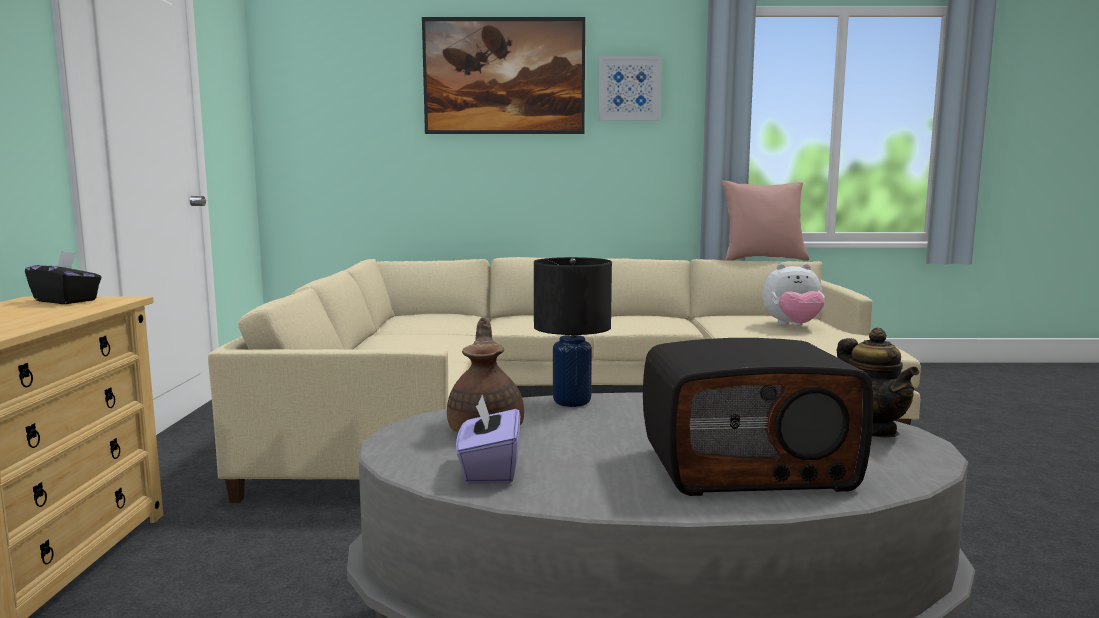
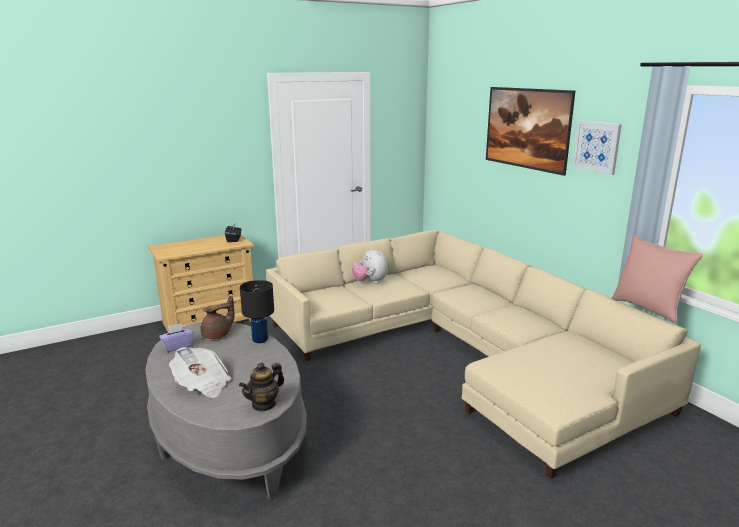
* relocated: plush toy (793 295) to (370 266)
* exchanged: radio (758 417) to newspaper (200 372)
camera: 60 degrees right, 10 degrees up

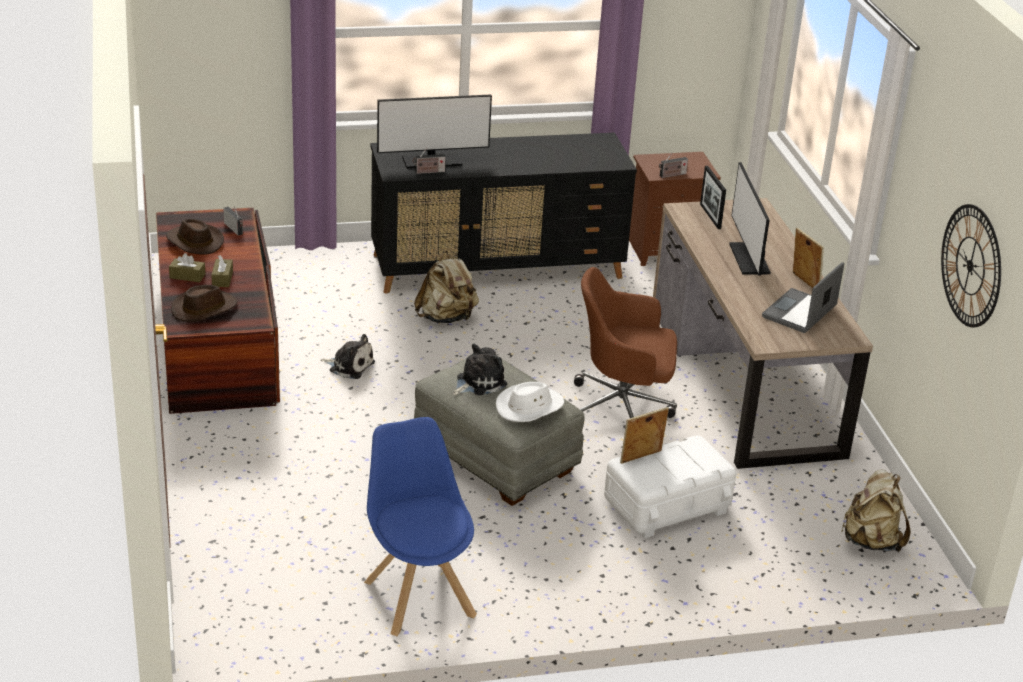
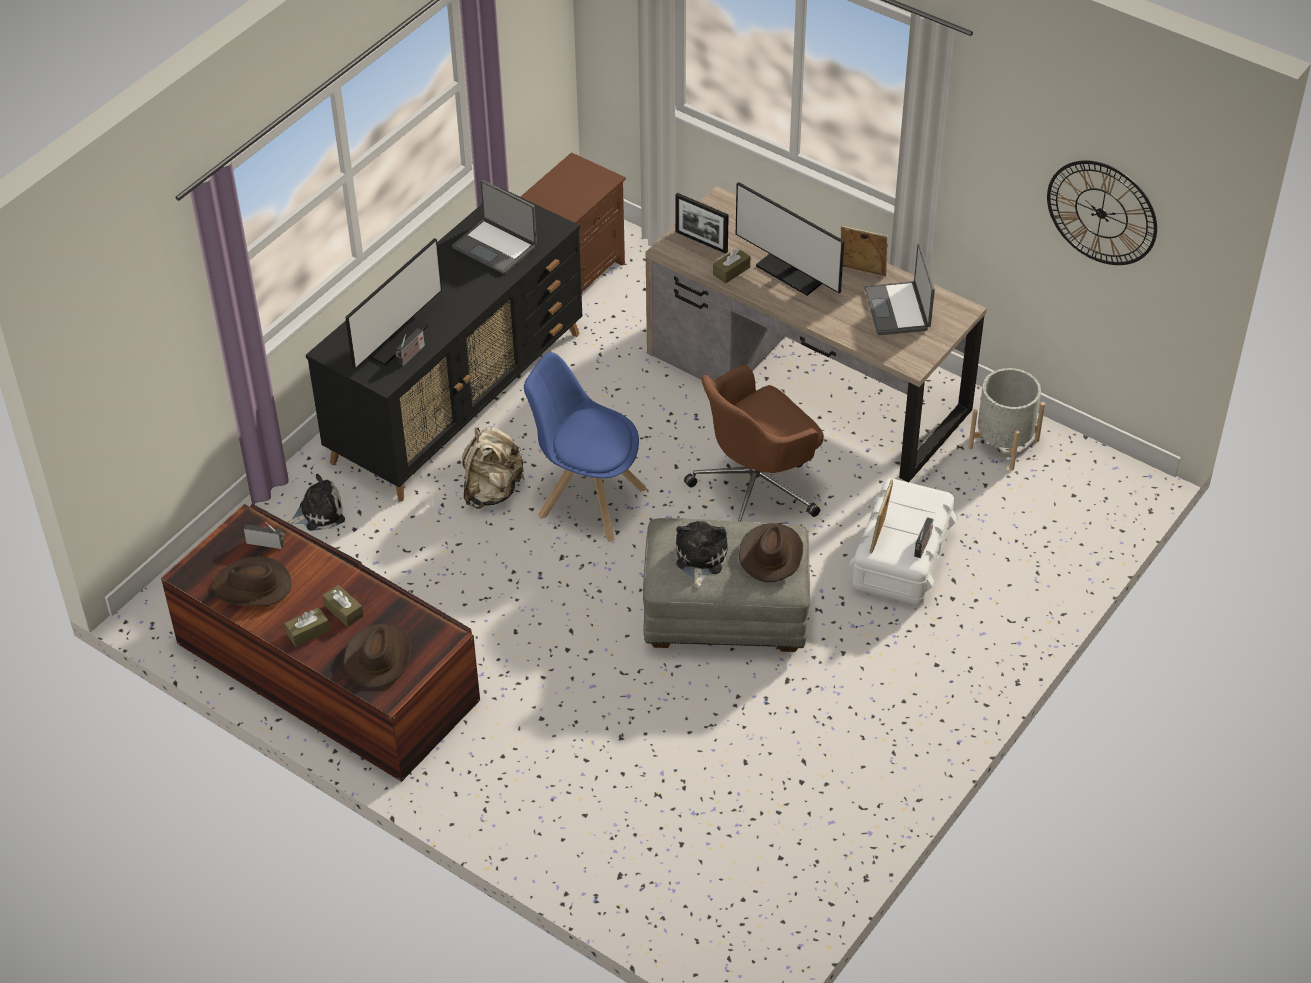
* missing: beige backpack (876 510)
* appeared: laptop (494 227)
* appeared: brown tissue box (731 266)
* appeared: grey planter (1006 419)
* relocated: plush toy (347 356) to (316 502)
* relocated: blue chair (420 526) to (585 447)
* relocated: radio (673 165) to (923 537)
* colour: white hat (530 402) to brown hat (771 552)
camera: 40 degrees left, 15 degrees up

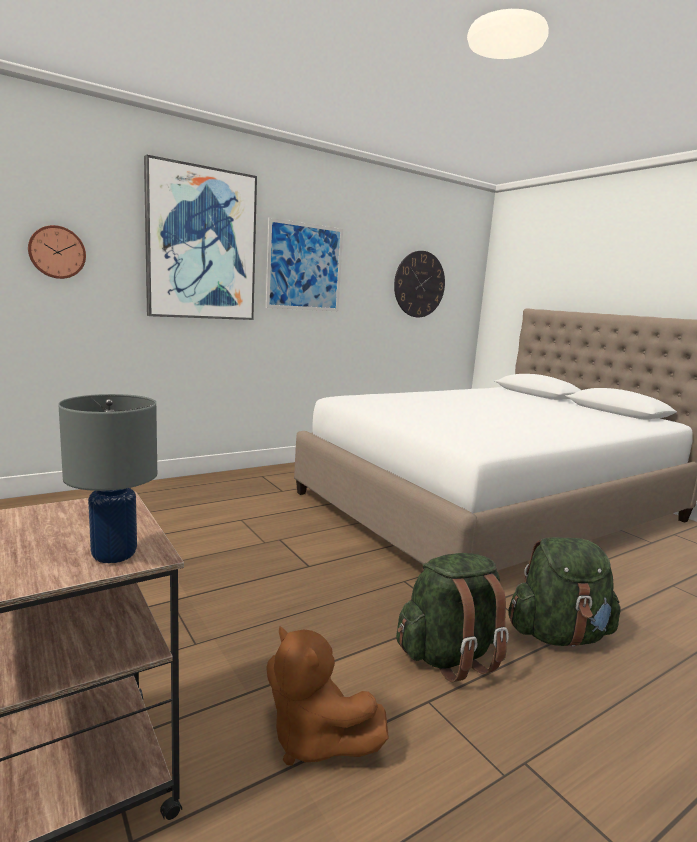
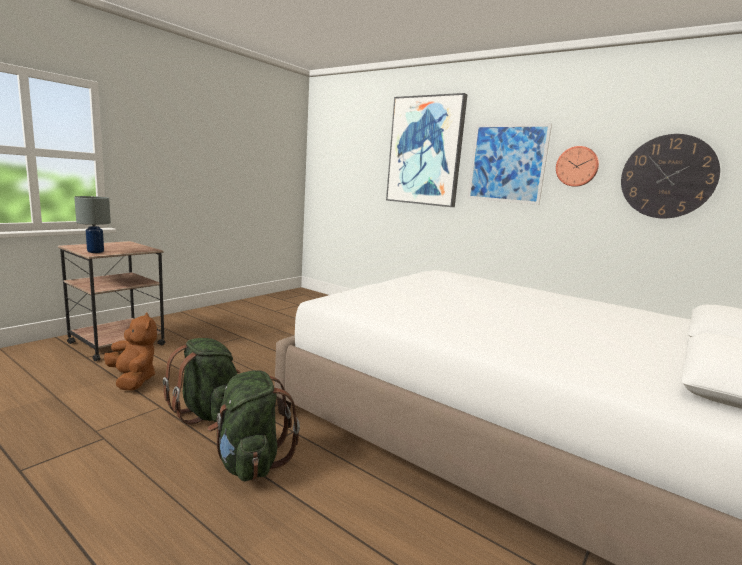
* relocated: wall clock (57 252) to (577 166)
* spun: brown plush toy (327 695) = (130 351) 120 degrees clockwise
camera: 70 degrees right, 0 degrees up

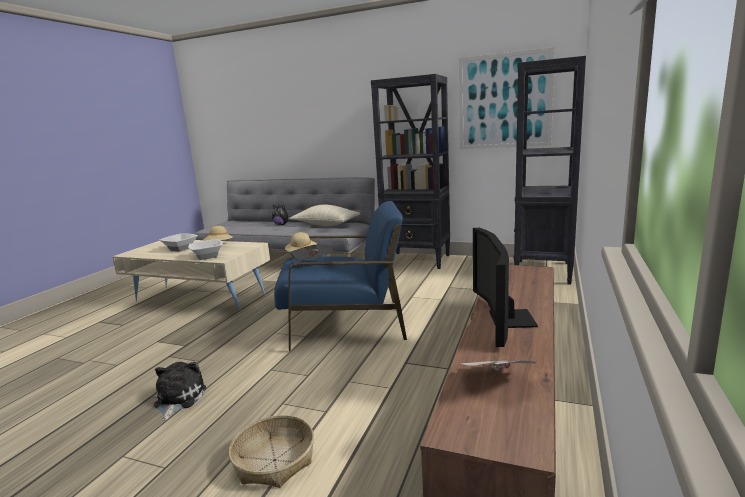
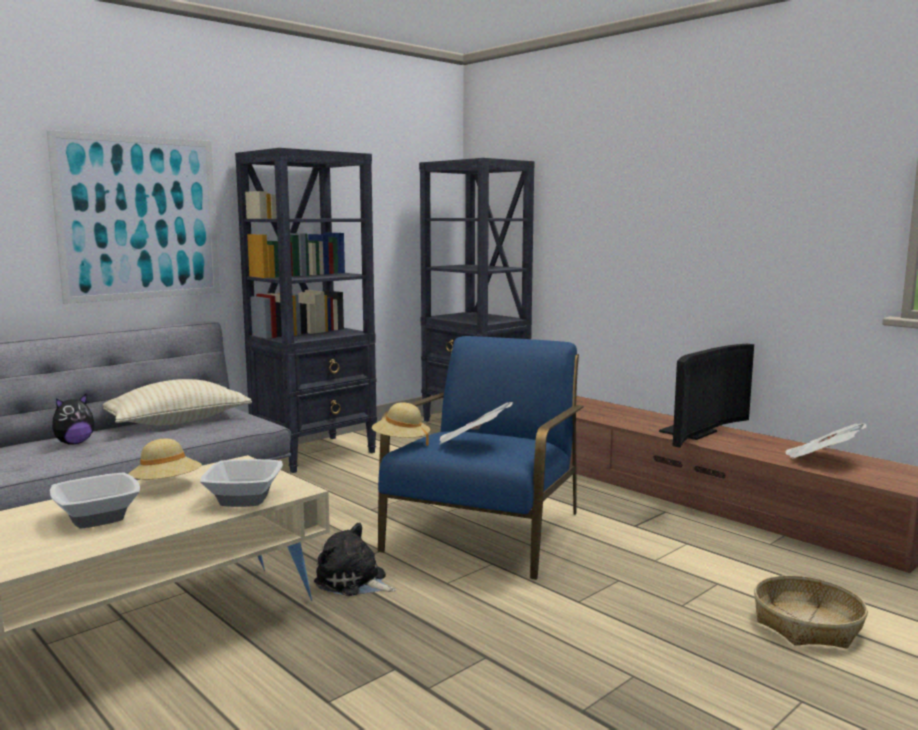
* relocated: plush toy (180 391) to (355 559)
* relocated: picture (507 98) to (133 217)
* spun: television (505 287) = (706 396) 75 degrees counterclockwise
camera: 65 degrees left, 5 degrees down

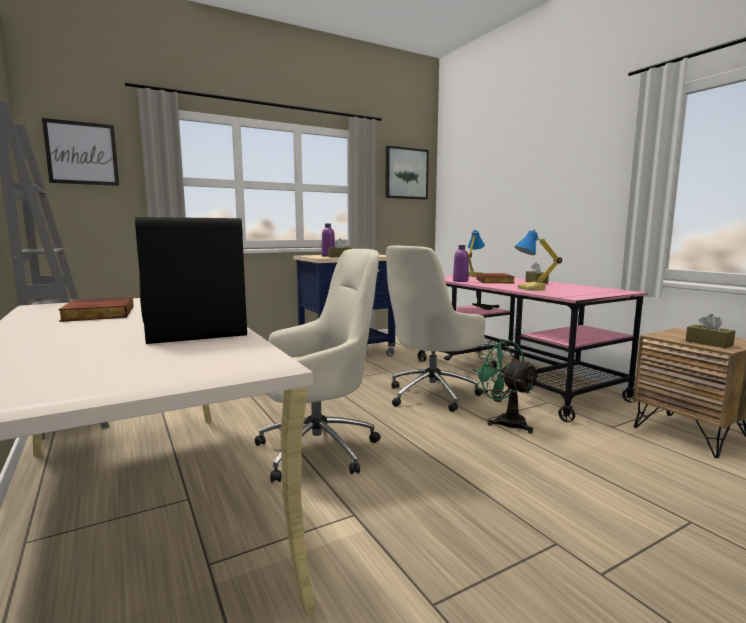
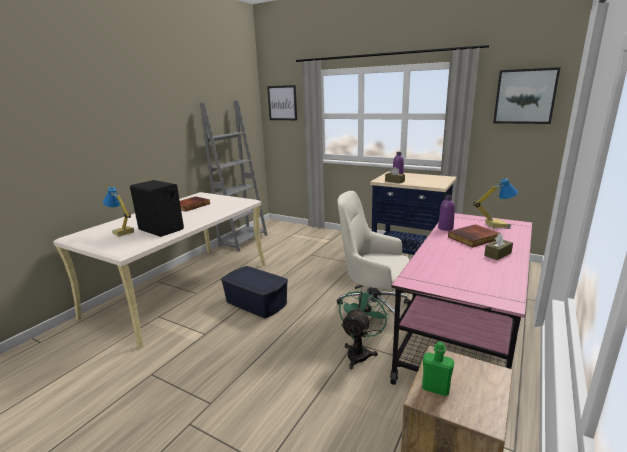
* relocated: table lamp (538 260) to (118 212)
* exchanged: beige office chair (318 365) to blue storage box (254 292)
* exchanged: brown tissue box (711 331) to green bottle (438 369)
camera: 60 degrees right, 10 degrees up

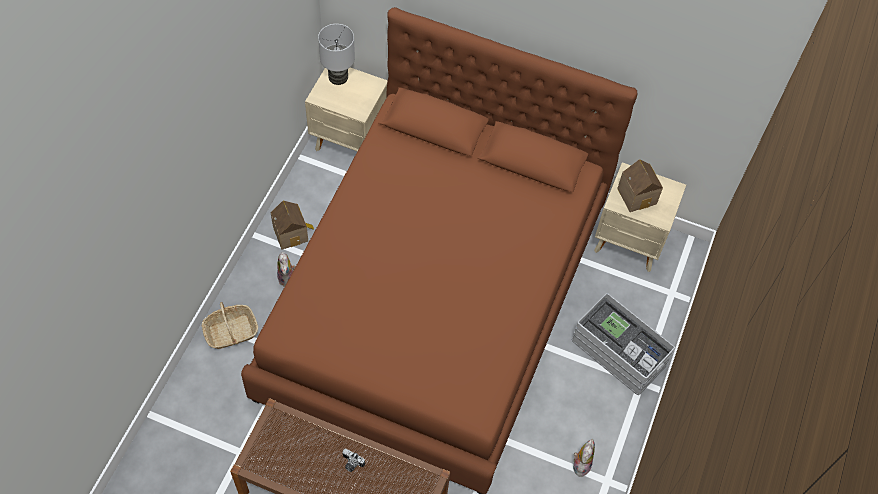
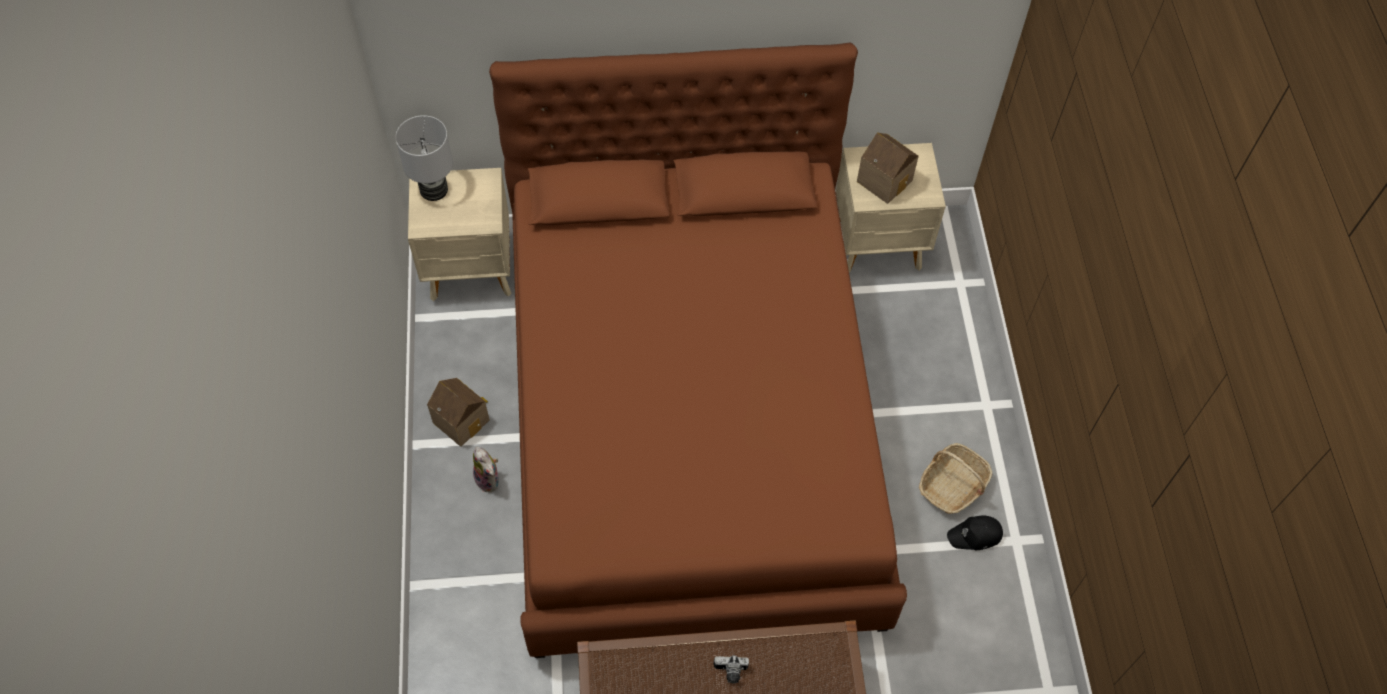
* missing: grey storage box (623 344)
* relocated: basket (230 325) to (955 478)
* exchanged: plush toy (584 458) to black cap (975 533)
camera: 25 degrees left, 0 degrees up

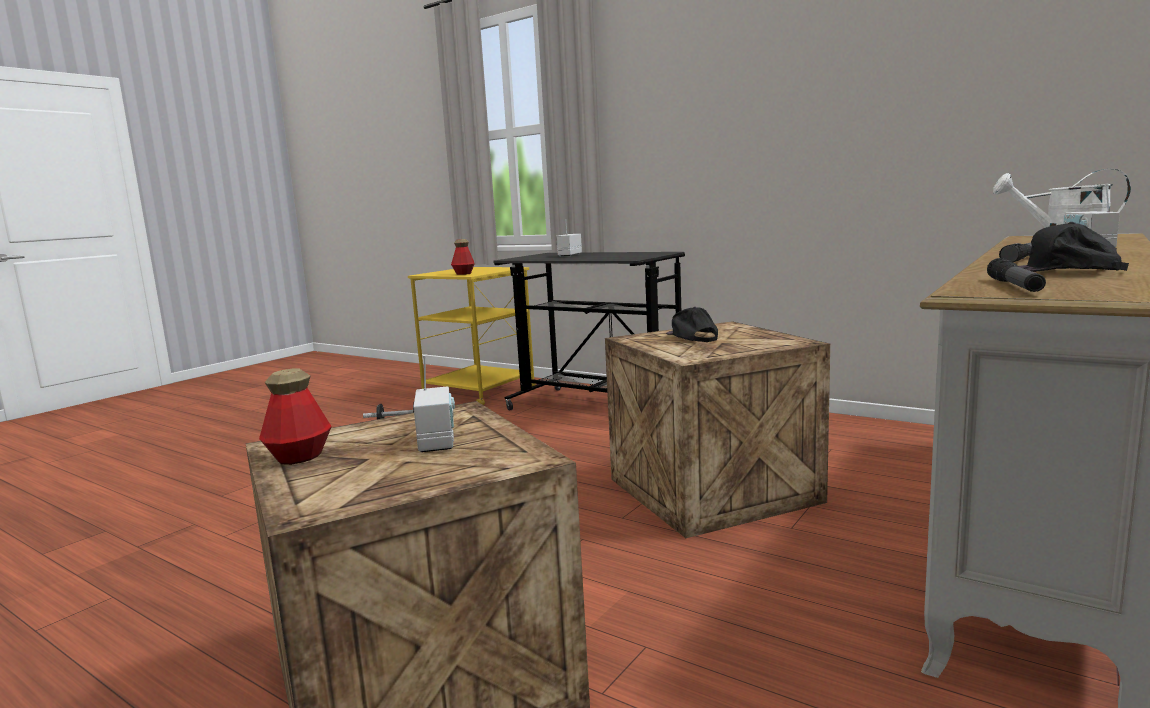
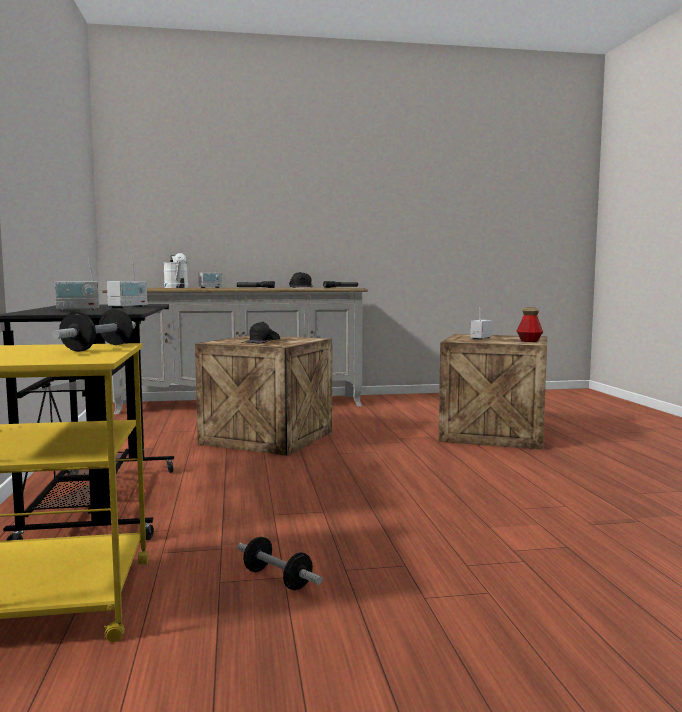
* appeared: radio (127 284)
* exchanged: bottle (463 257) to dumbbell (94 330)
camera: 135 degrees left, 5 degrees down

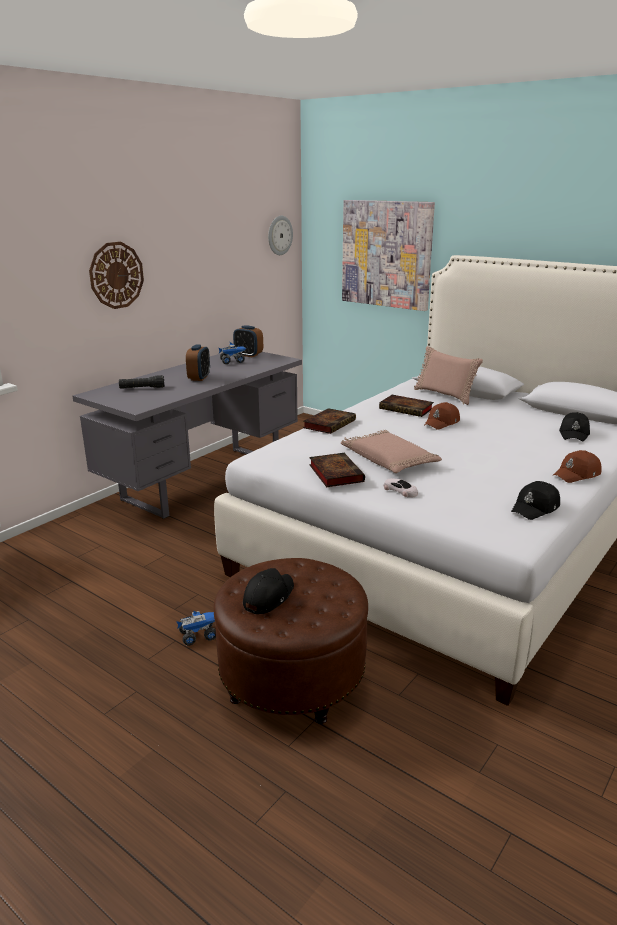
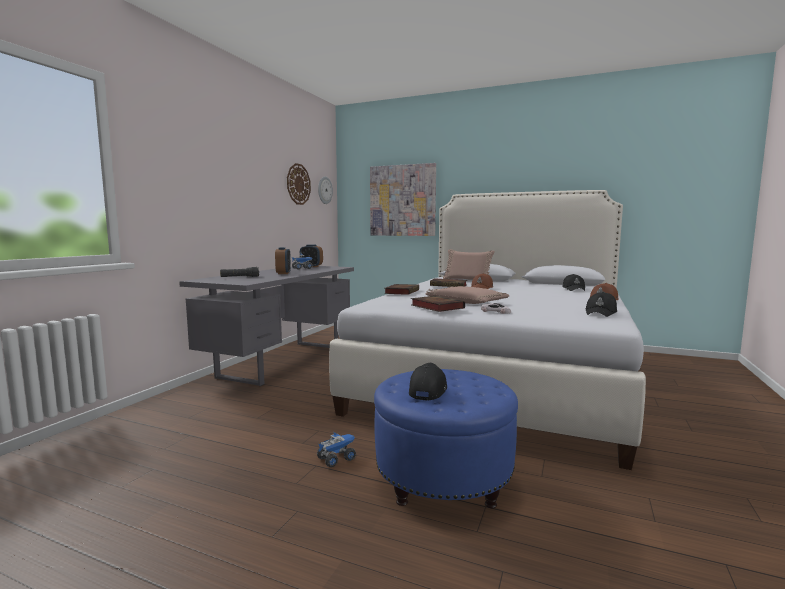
* relocated: wall clock (116 275) to (299 184)
* colour: brown ottoman (291 641) to blue ottoman (446 438)
camera: 15 degrees left, 15 degrees down

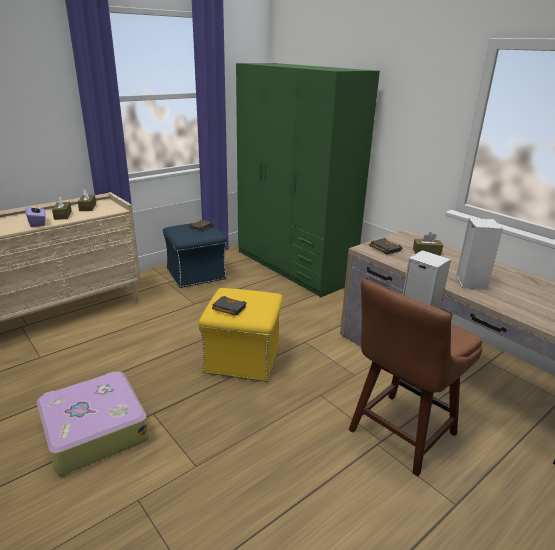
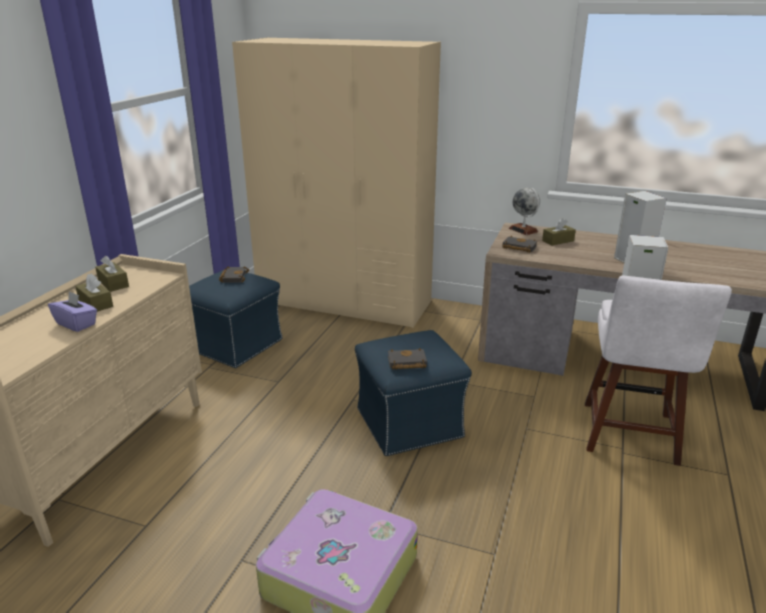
* appeared: globe (524 211)
* colour: yellow ottoman (240 335) to blue ottoman (413 393)
* colour: green wardrobe (308 180) to beige wardrobe (336 182)
* colour: brown stool (416 378) to white stool (658 371)
camera: 30 degrees left, 0 degrees up

